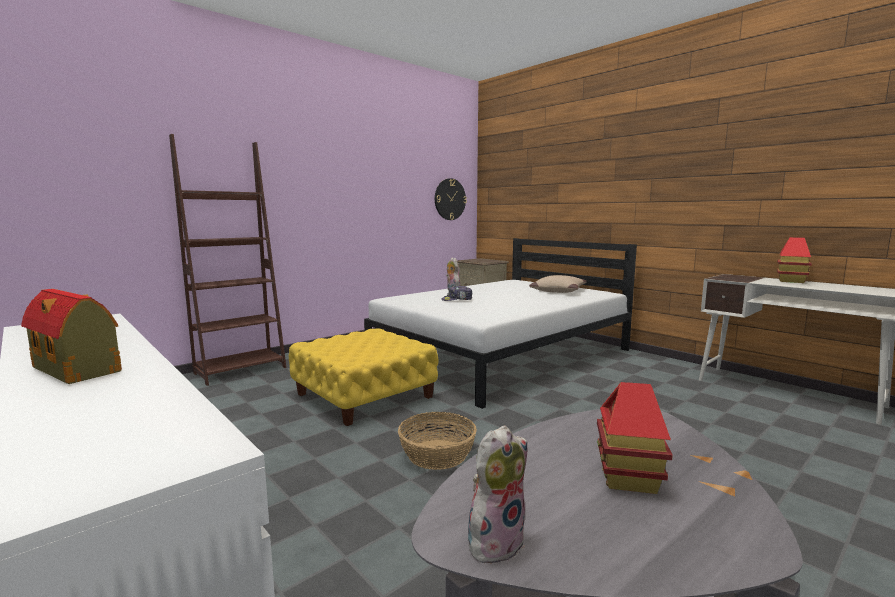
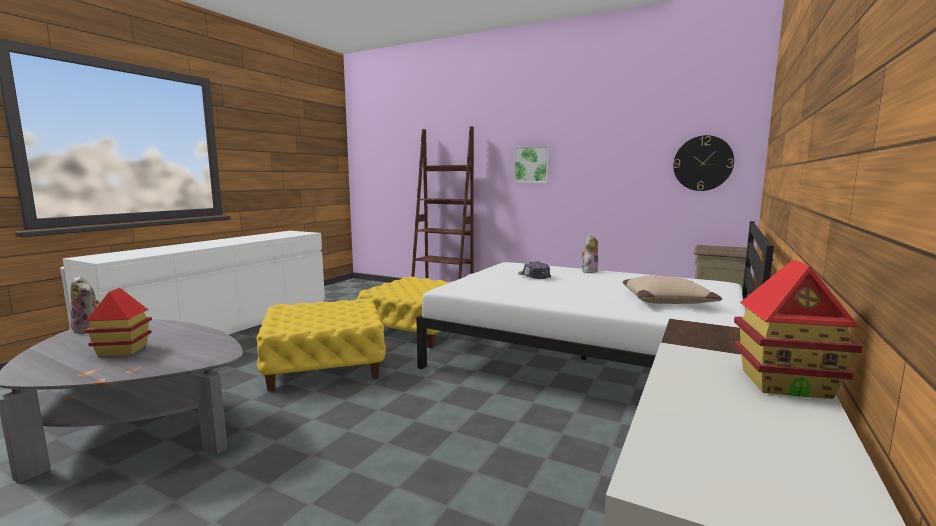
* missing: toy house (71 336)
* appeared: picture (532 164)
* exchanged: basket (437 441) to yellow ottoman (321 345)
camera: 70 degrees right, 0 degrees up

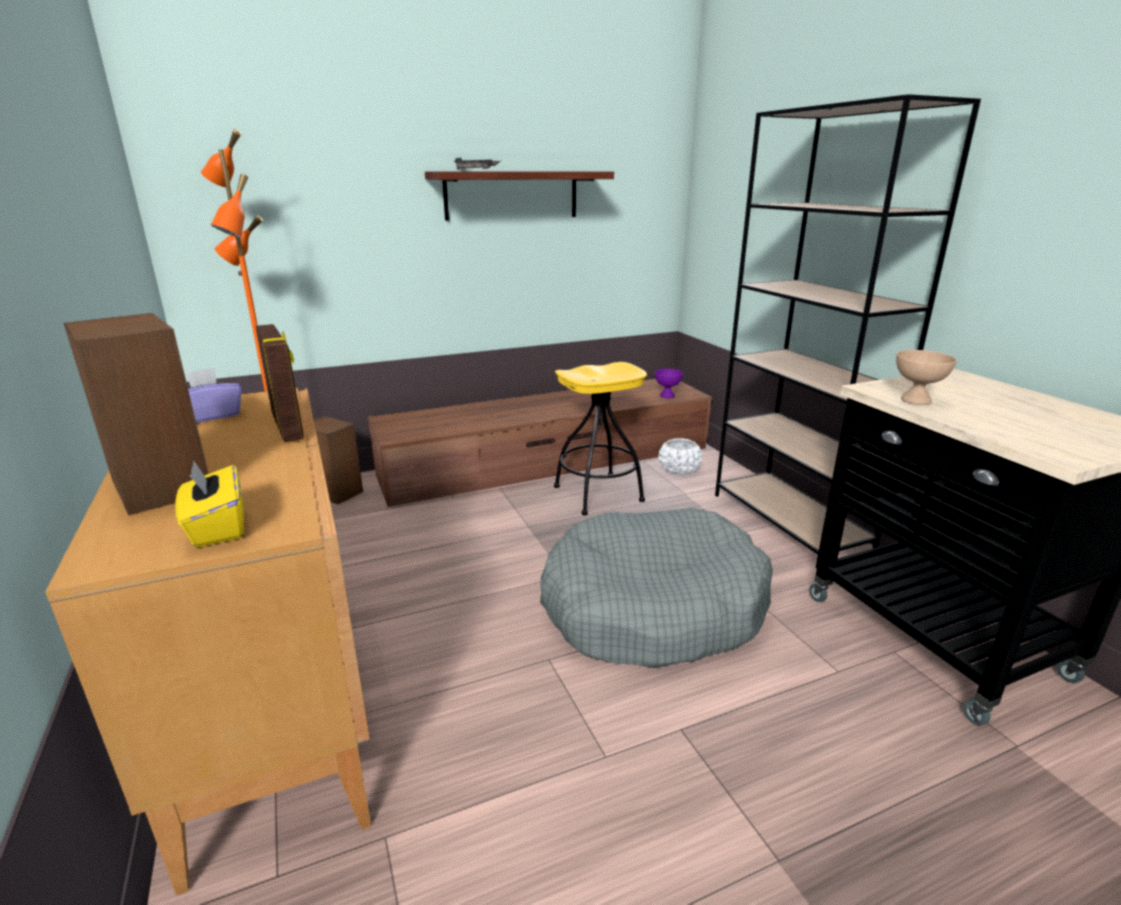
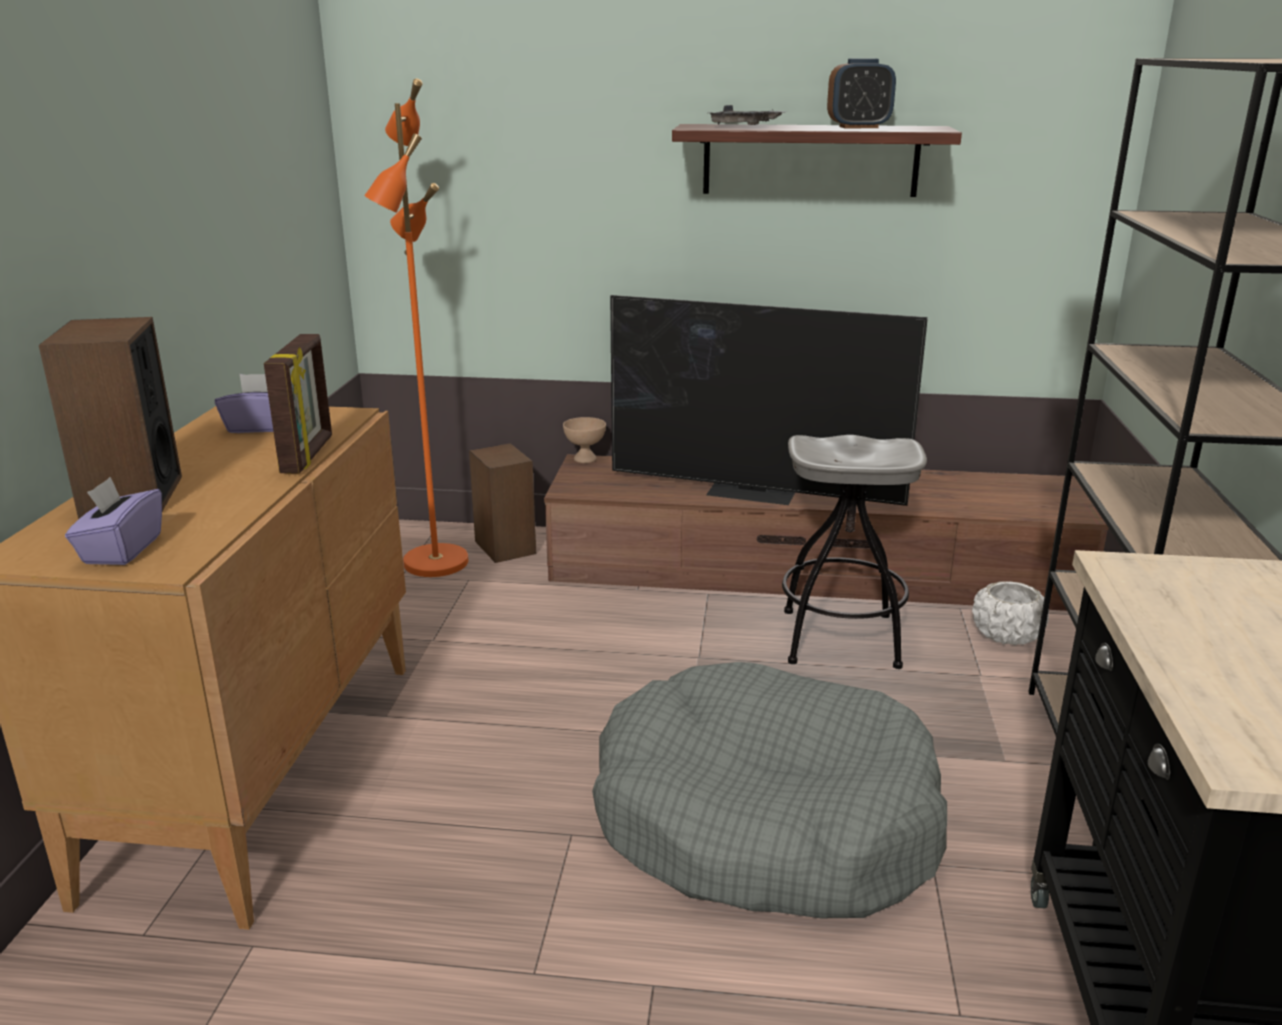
* missing: purple bowl (669 383)
* appeared: television (769 400)
* appeared: alarm clock (861 93)
* relocated: beige bowl (926 377) to (584 440)
* colour: yellow tissue box (209 503) to purple tissue box (113 521)
* colour: yellow stool (600 438) to grey stool (854 552)
camera: 30 degrees right, 0 degrees up

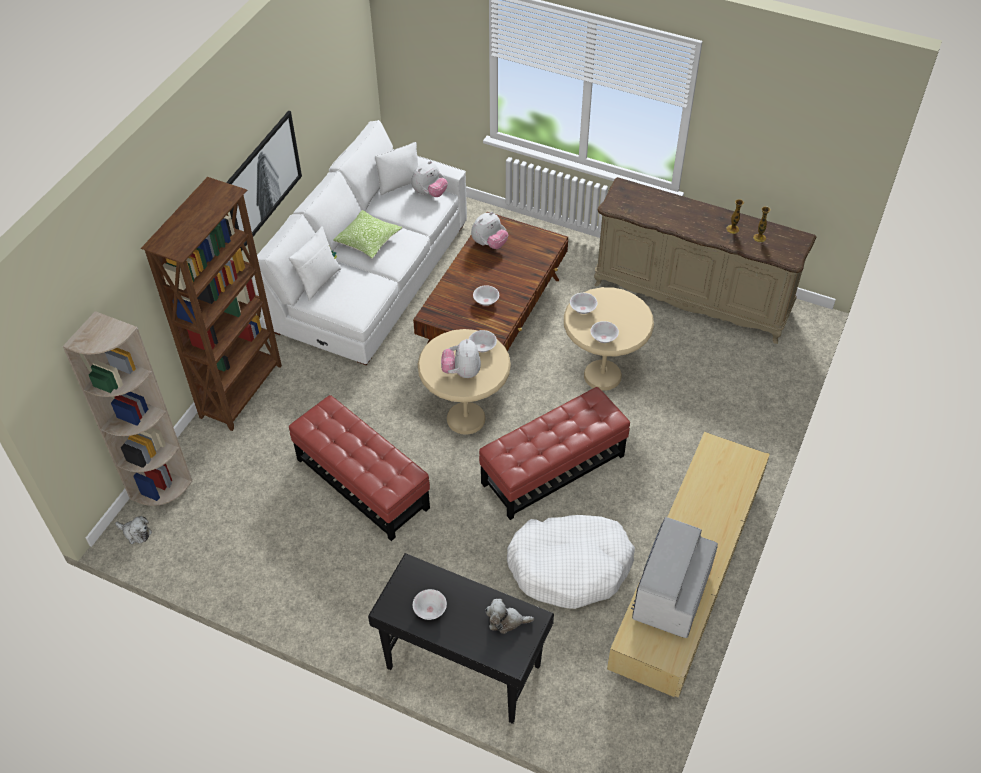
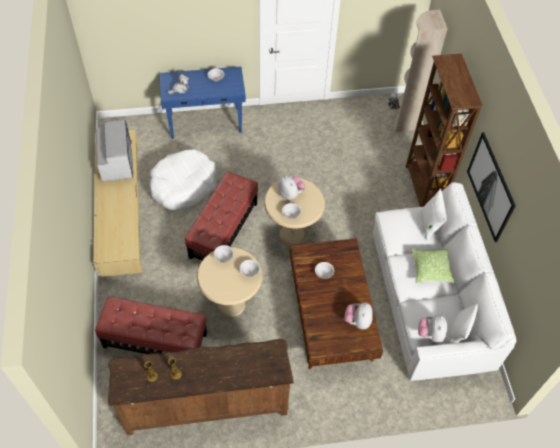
* relocated: red ottoman (359 468) to (151 325)
* colour: black console table (461 638) to blue console table (202 103)
camera: 145 degrees right, 5 degrees up

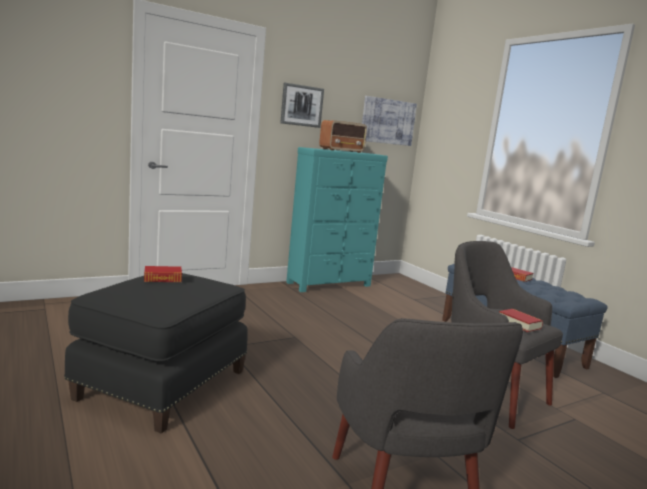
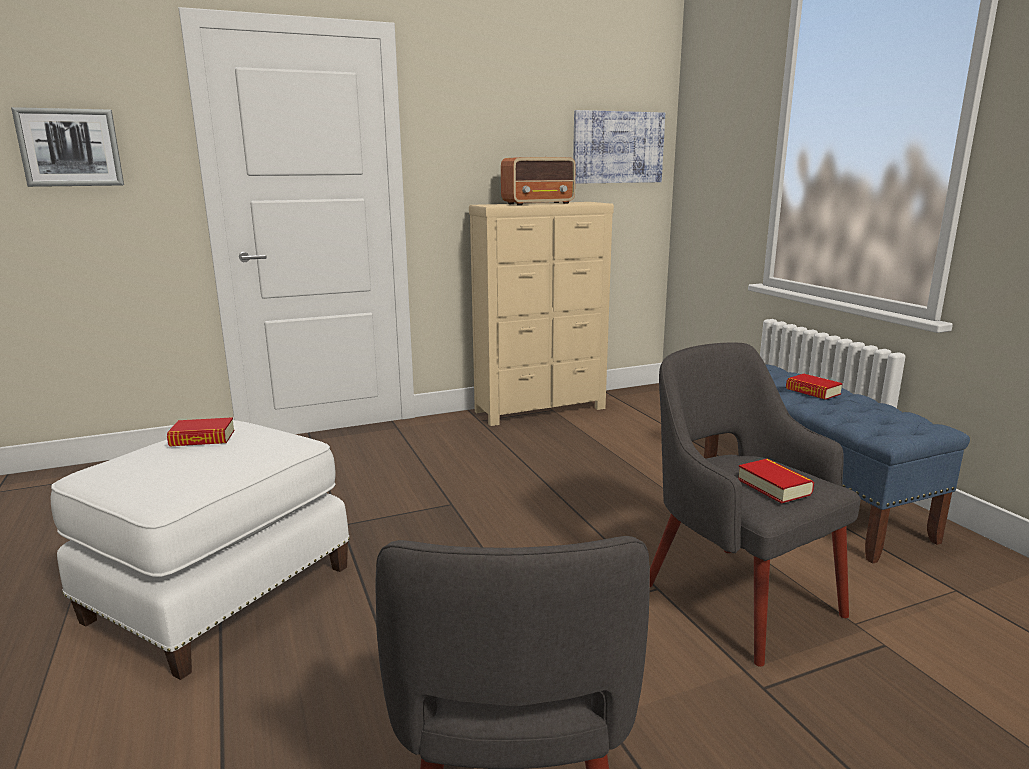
* relocated: picture (302 105) to (67 147)
* colour: black ottoman (156 353) to white ottoman (200 550)
* colour: turquoise dresser (337 219) to beige dresser (541 314)
camera: 10 degrees right, 5 degrees up

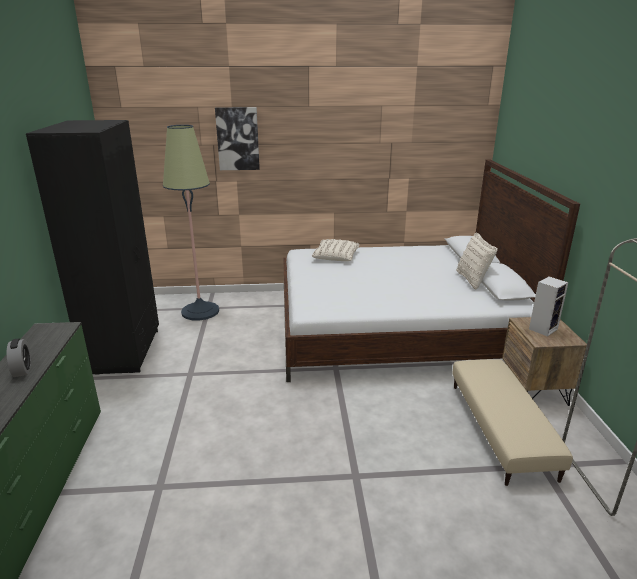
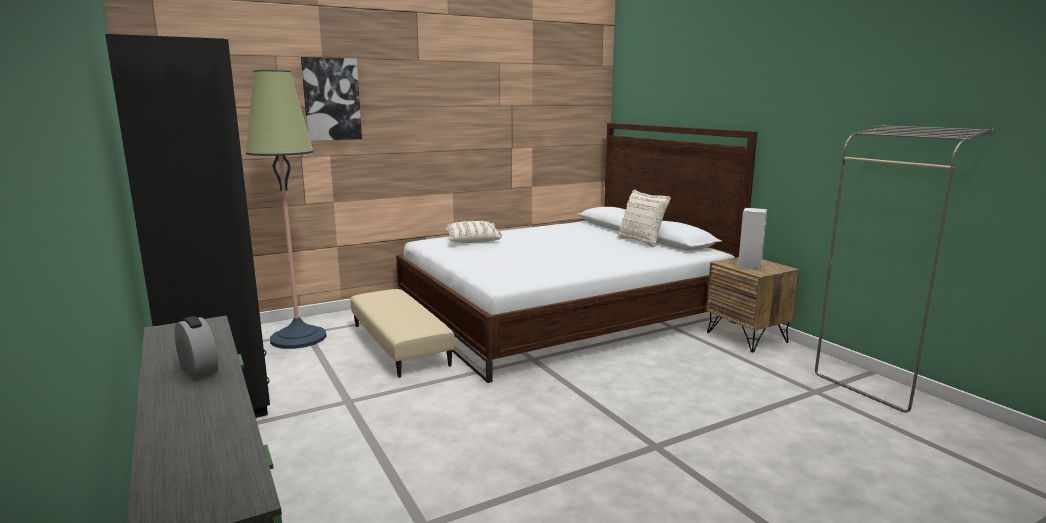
* relocated: beige ottoman (513 422) to (402 333)
camera: 25 degrees left, 10 degrees down

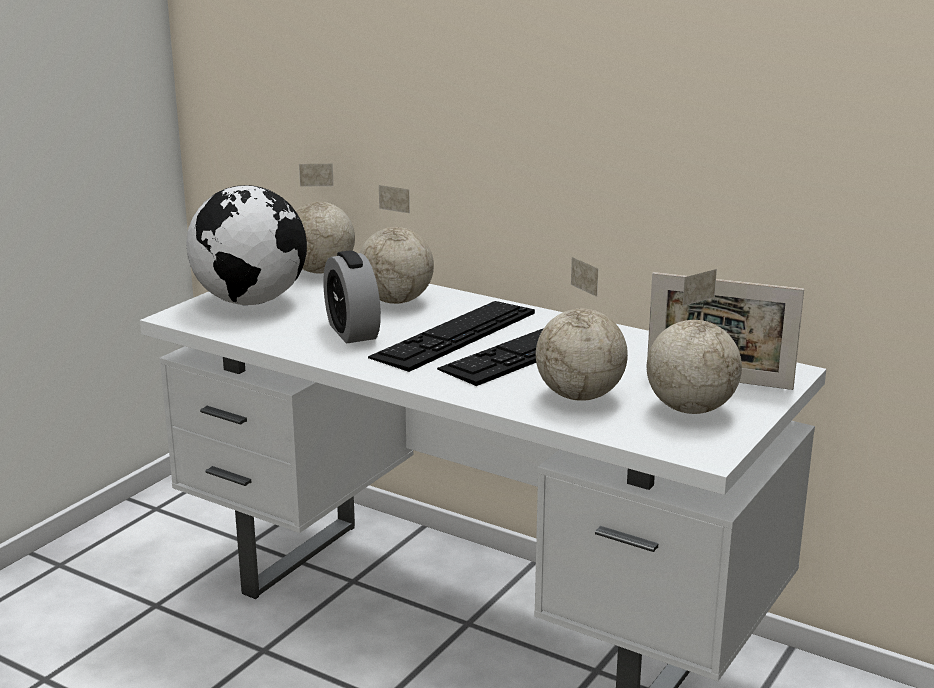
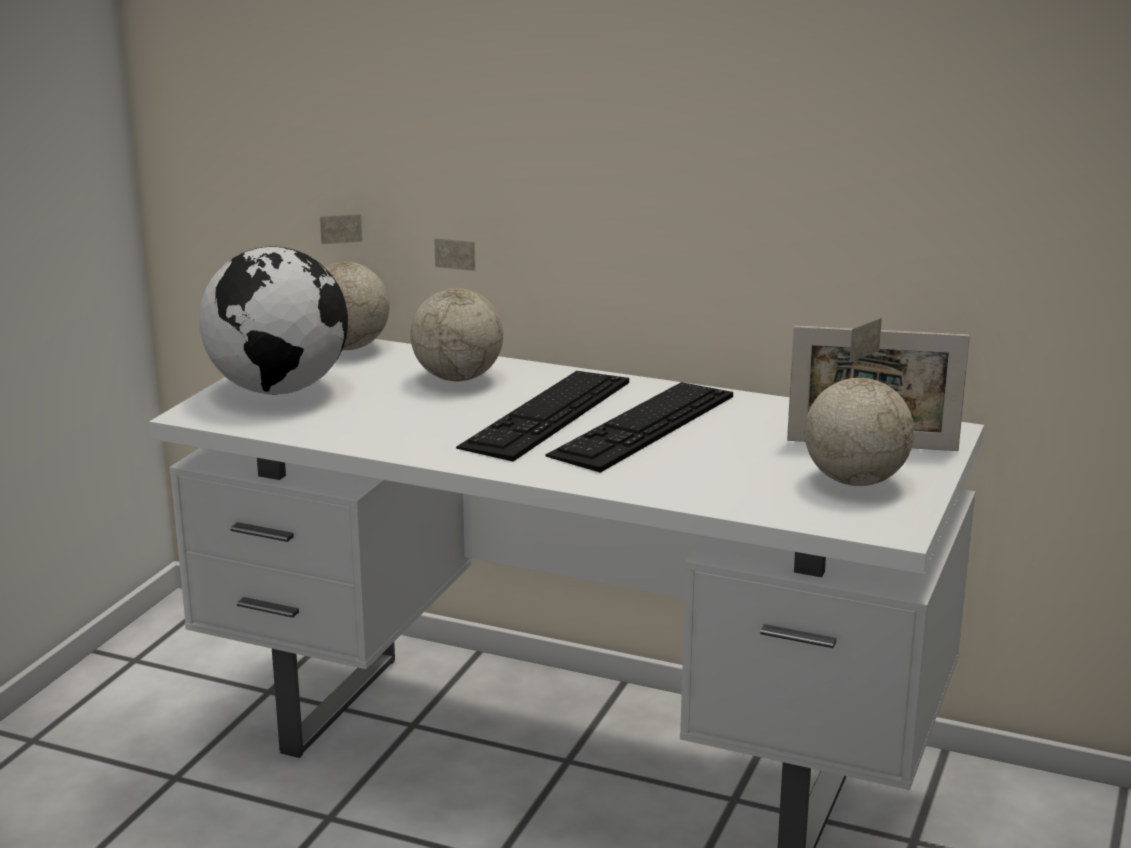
* missing: alarm clock (352 296)
* missing: globe (582 329)
camera: 10 degrees left, 0 degrees up

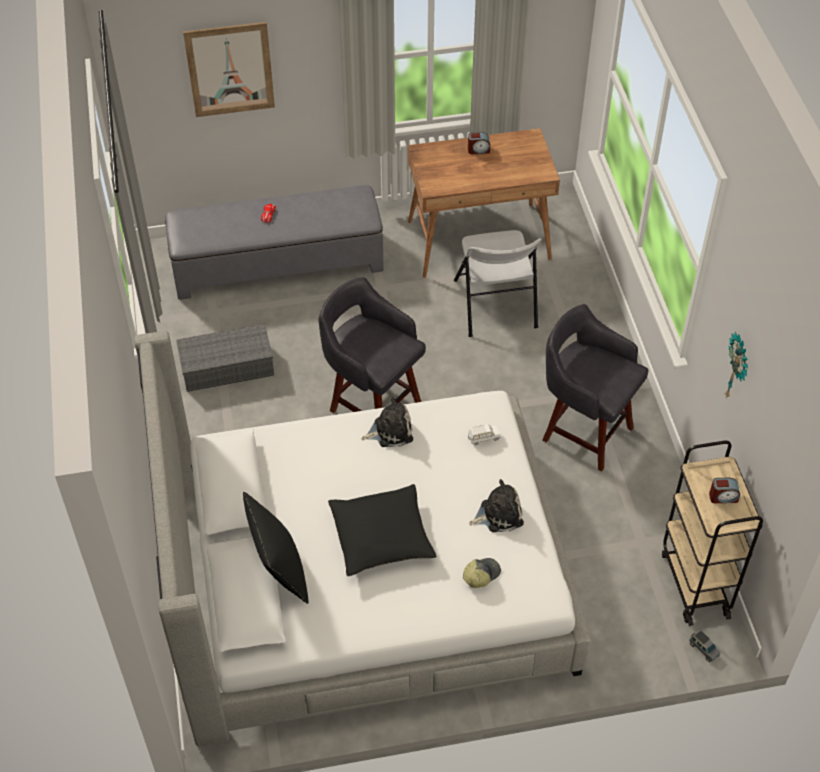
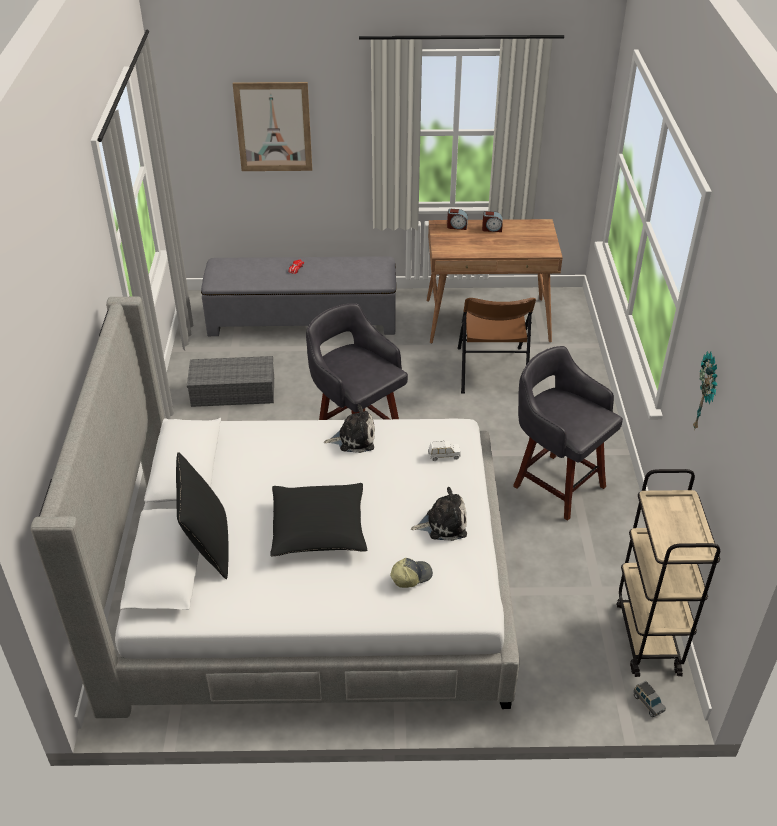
* relocated: alarm clock (724 490) to (457 219)
* colour: white chair (498 283) to brown chair (496 346)
camera: 10 degrees right, 10 degrees down

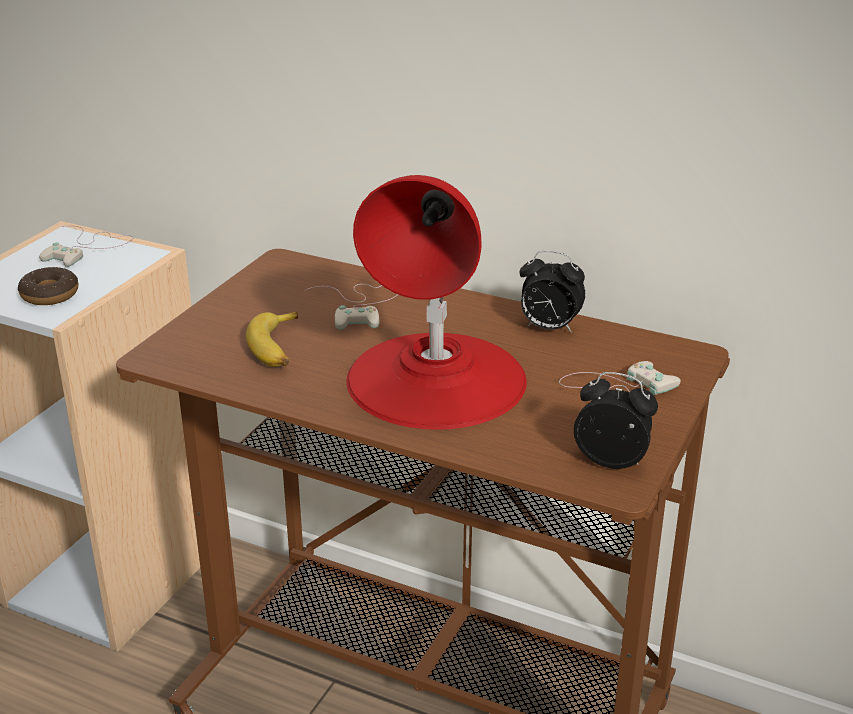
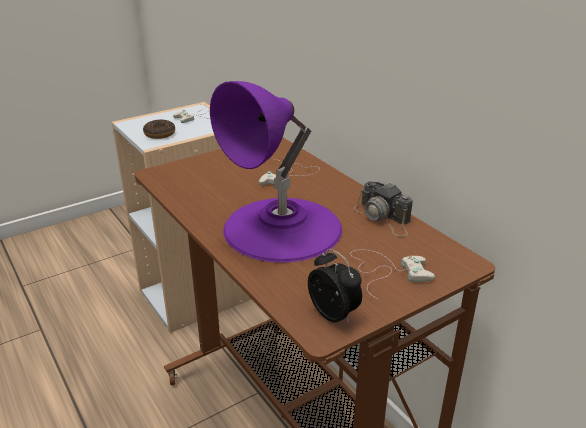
* missing: banana (272 339)
* exchanged: alarm clock (552 291) to photo camera (383 209)
* colour: red table lamp (437 302) to purple table lamp (276 172)
camera: 30 degrees right, 0 degrees up

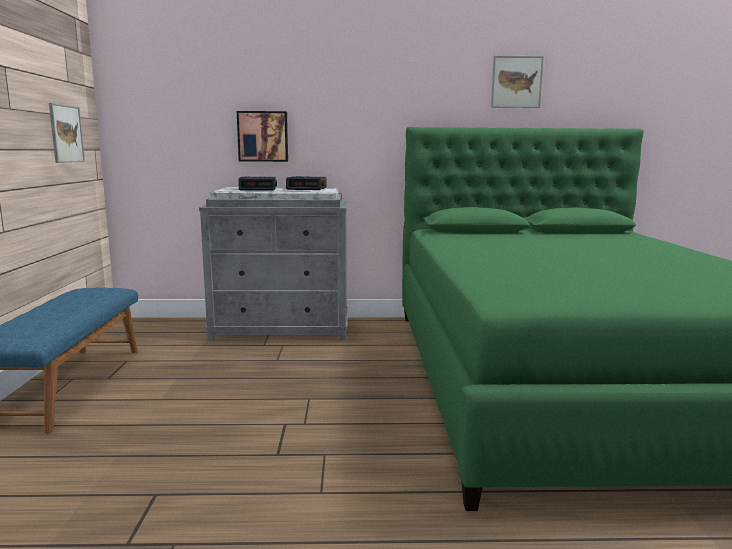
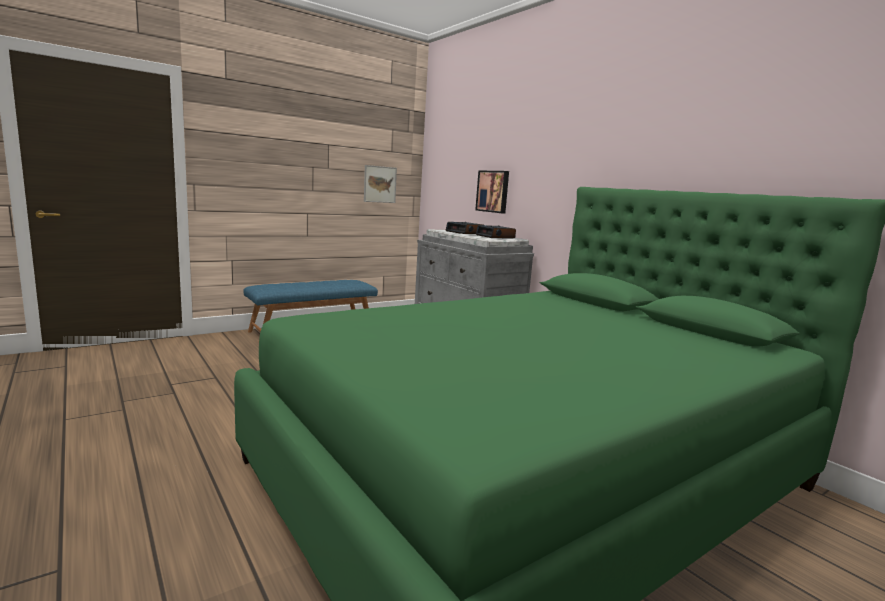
* missing: picture (517 82)
camera: 55 degrees right, 0 degrees up

